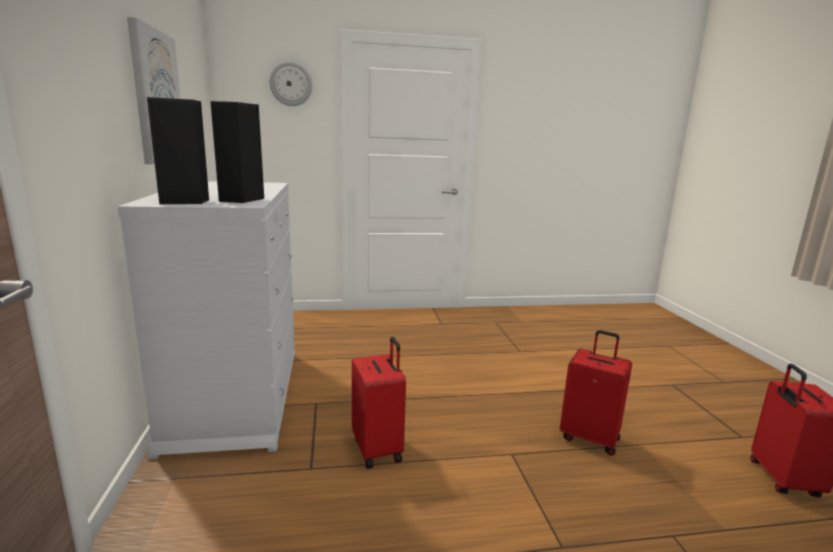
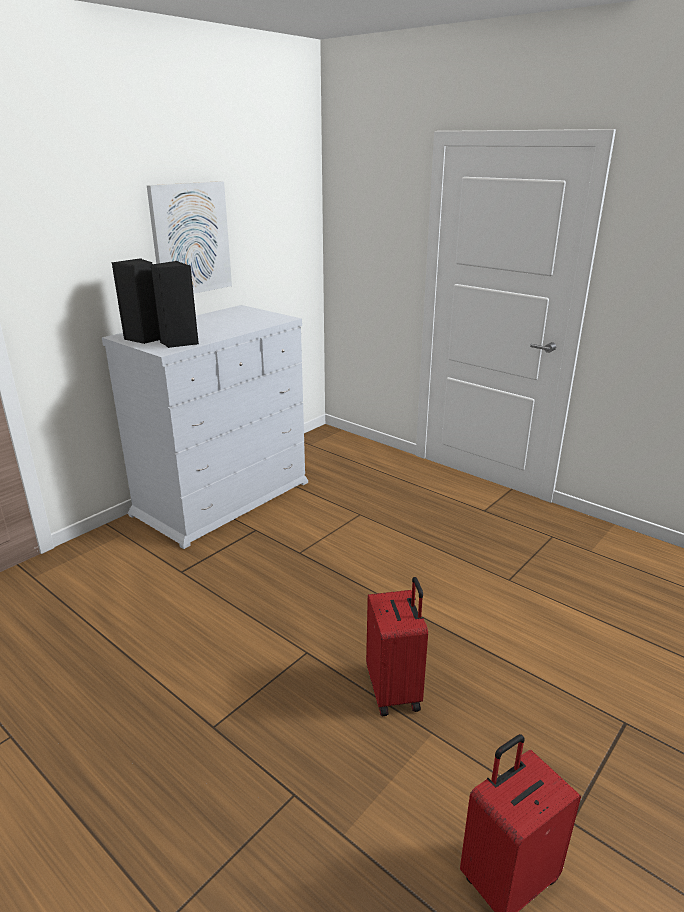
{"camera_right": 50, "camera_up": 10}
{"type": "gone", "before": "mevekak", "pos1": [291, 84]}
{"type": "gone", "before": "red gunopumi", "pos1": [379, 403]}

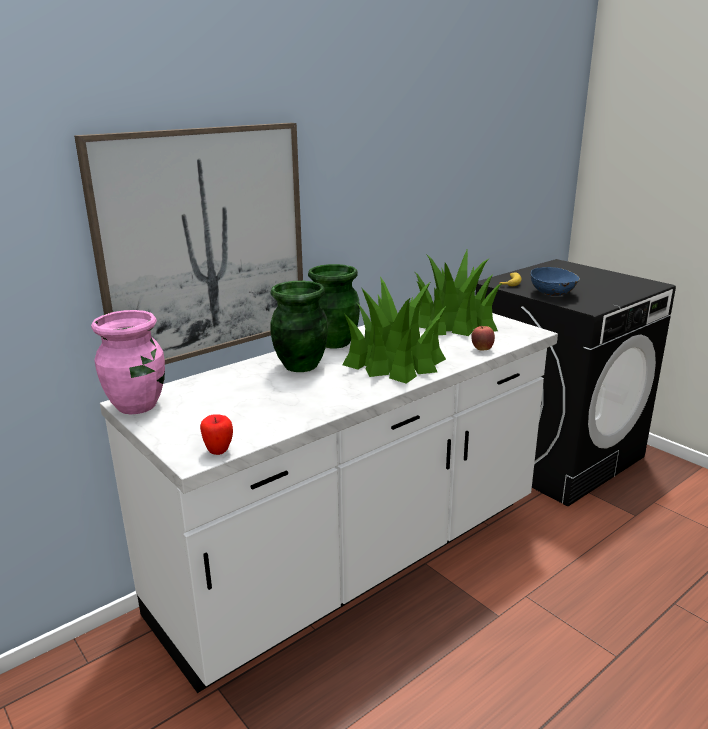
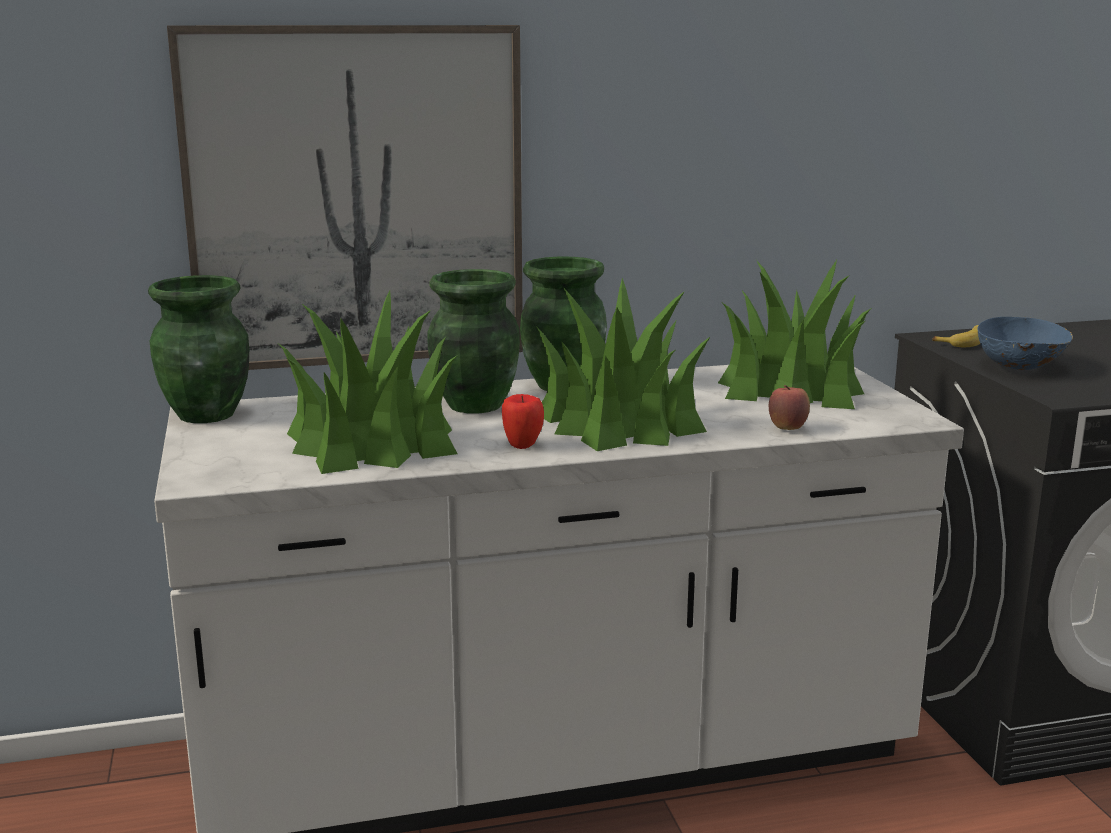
{"camera_right": 25, "camera_up": -5}
{"type": "new", "after": "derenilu", "pos2": [368, 382]}
{"type": "shifted", "before": "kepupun", "pos1": [216, 434], "pos2": [523, 421]}
{"type": "repainted", "before": "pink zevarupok", "after": "green zevarupok", "pos1": [128, 362], "pos2": [198, 349]}

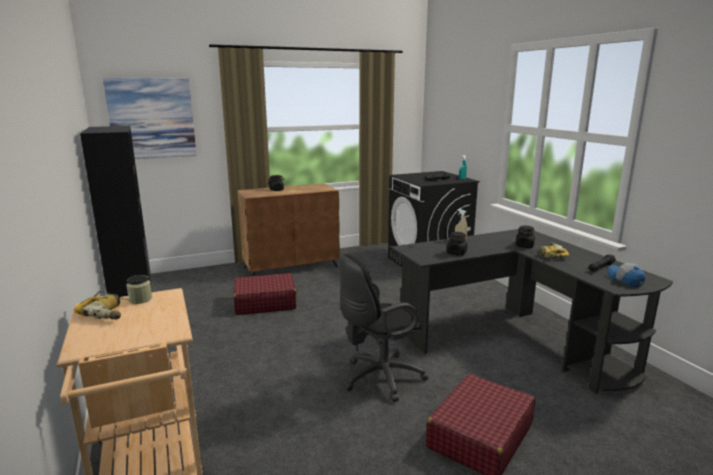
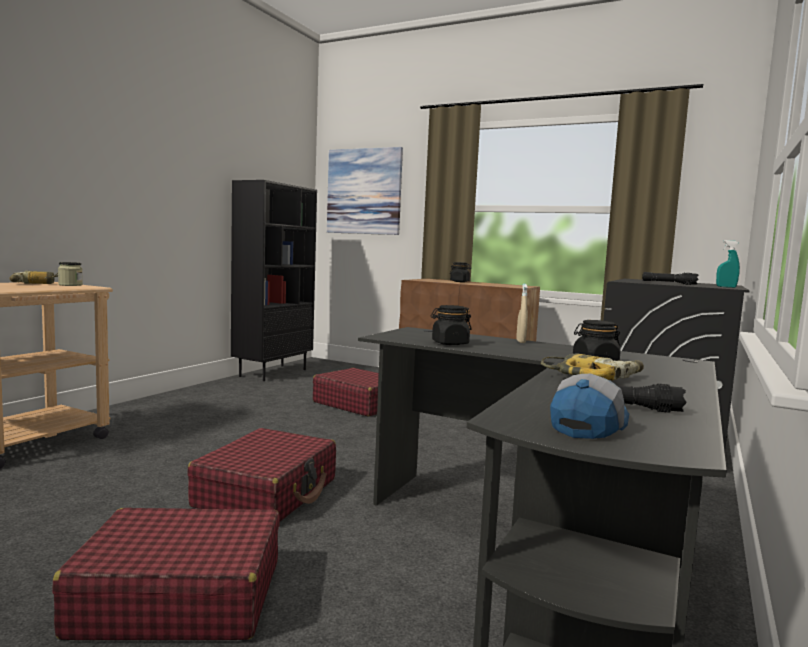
{"camera_right": 50, "camera_up": -10}
{"type": "swapped", "before": "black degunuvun", "after": "red gunopumi", "pos1": [383, 328], "pos2": [261, 474]}

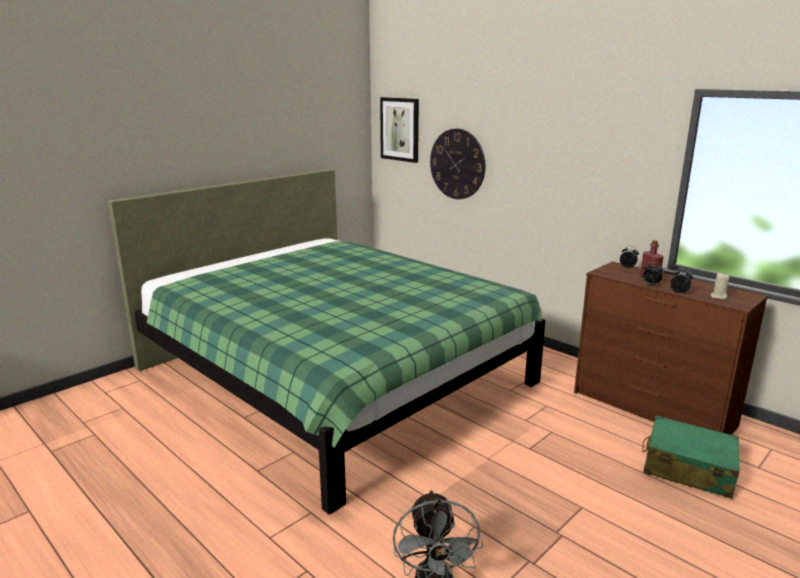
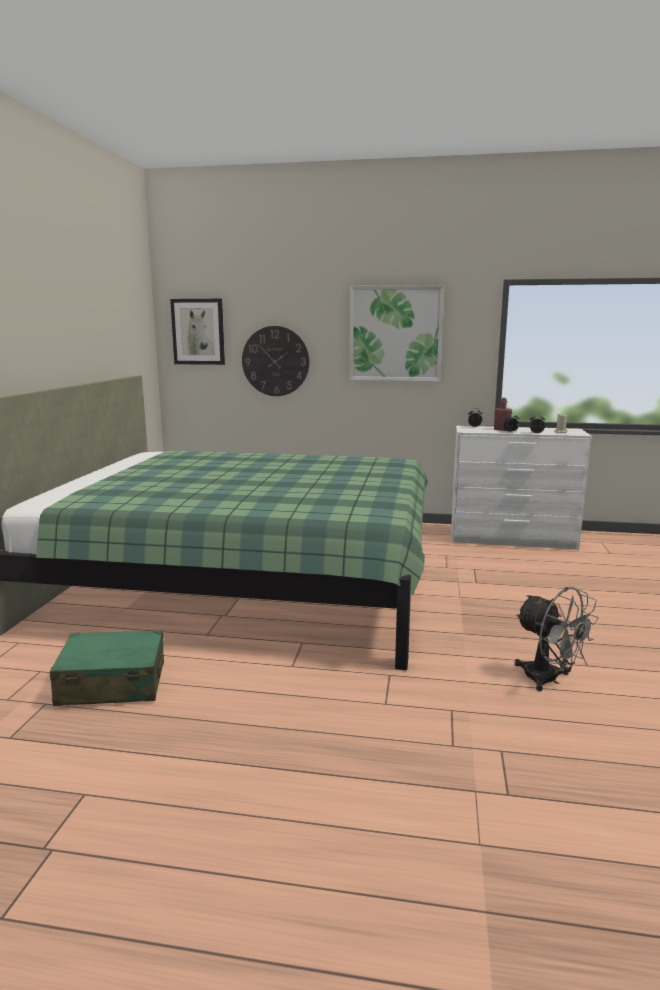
{"camera_right": -35, "camera_up": -5}
{"type": "new", "after": "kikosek", "pos2": [396, 333]}
{"type": "shifted", "before": "green gunopumi", "pos1": [691, 457], "pos2": [107, 668]}
{"type": "repainted", "before": "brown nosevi", "after": "white nosevi", "pos1": [671, 348], "pos2": [521, 488]}

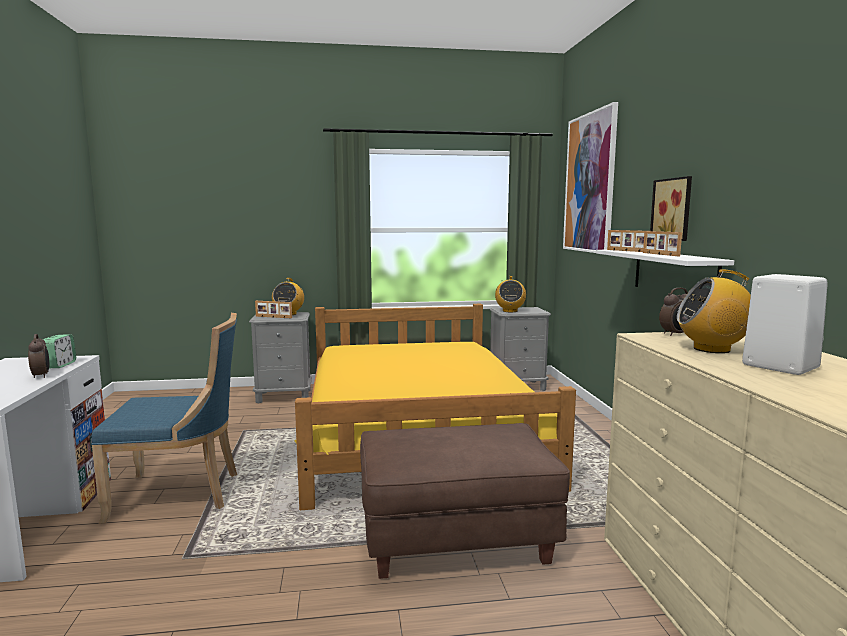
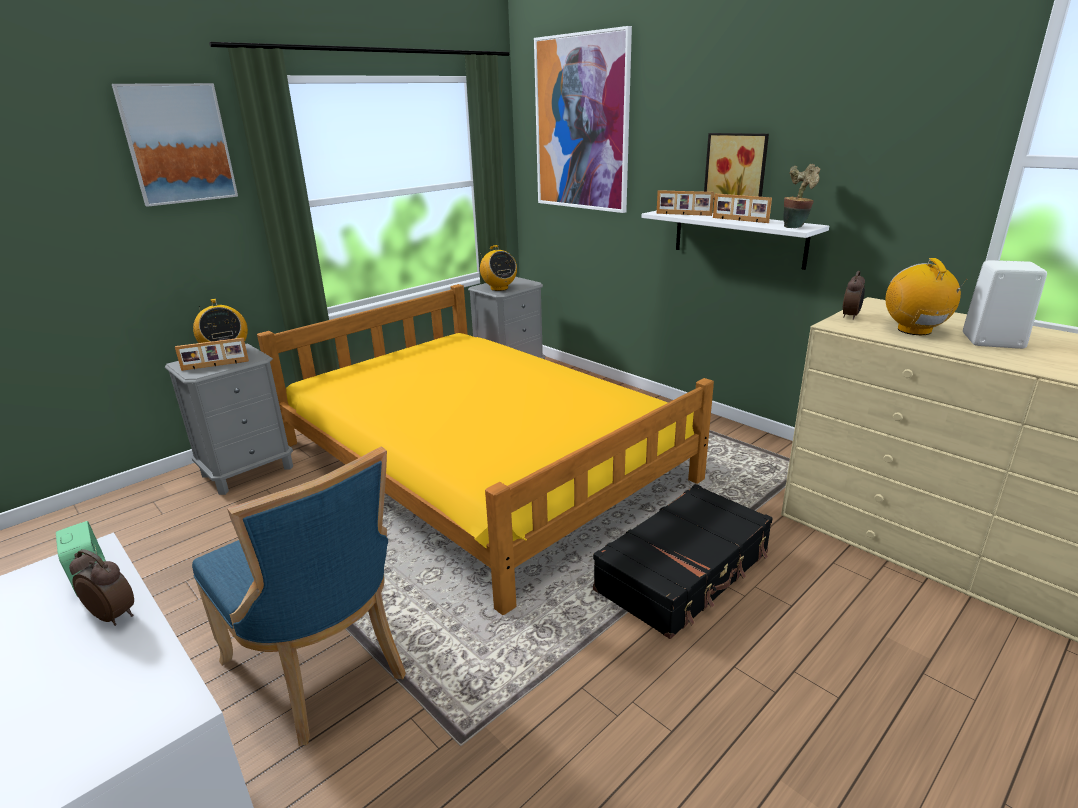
{"camera_right": -35, "camera_up": 15}
{"type": "new", "after": "kikosek", "pos2": [175, 145]}
{"type": "new", "after": "derenilu", "pos2": [801, 196]}
{"type": "swapped", "before": "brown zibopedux", "after": "black gunopumi", "pos1": [465, 501], "pos2": [683, 561]}
{"type": "rotated", "before": "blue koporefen", "pos1": [164, 418], "pos2": [299, 596], "turn": 90}
{"type": "rotated", "before": "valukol", "pos1": [714, 311], "pos2": [927, 296], "turn": 120}

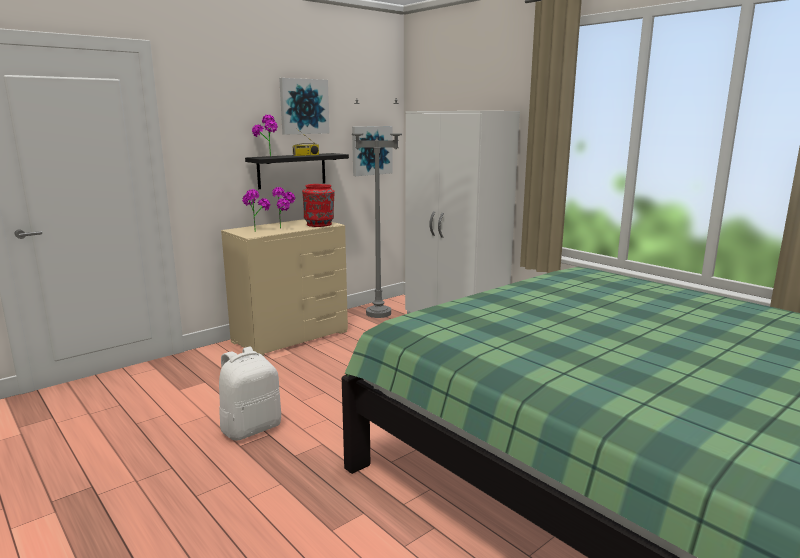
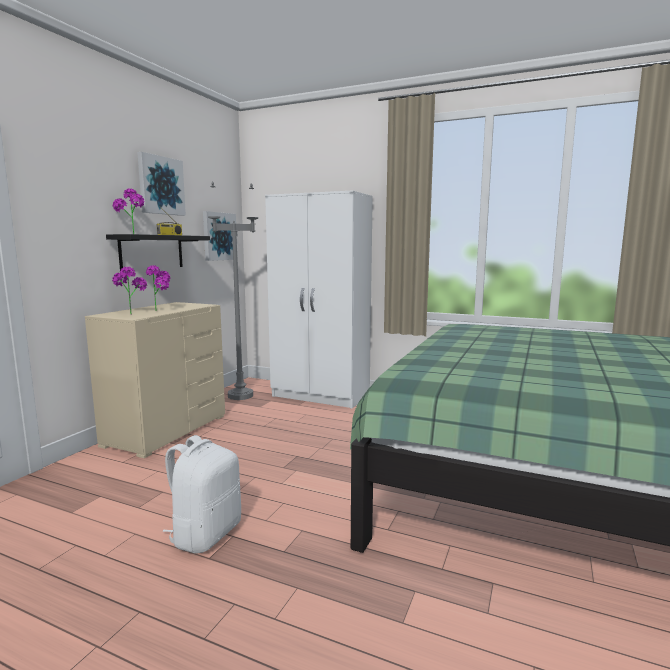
{"camera_right": -25, "camera_up": -5}
{"type": "gone", "before": "red zevarupok", "pos1": [318, 205]}

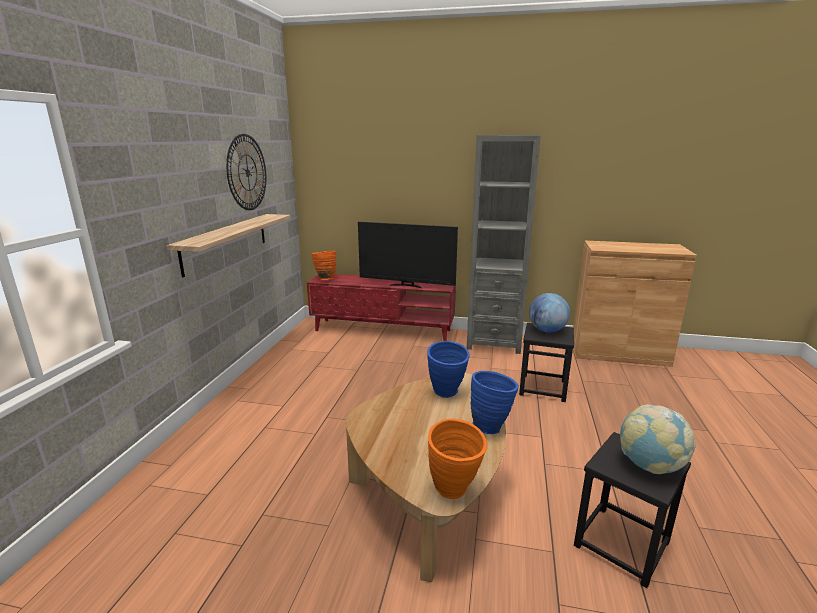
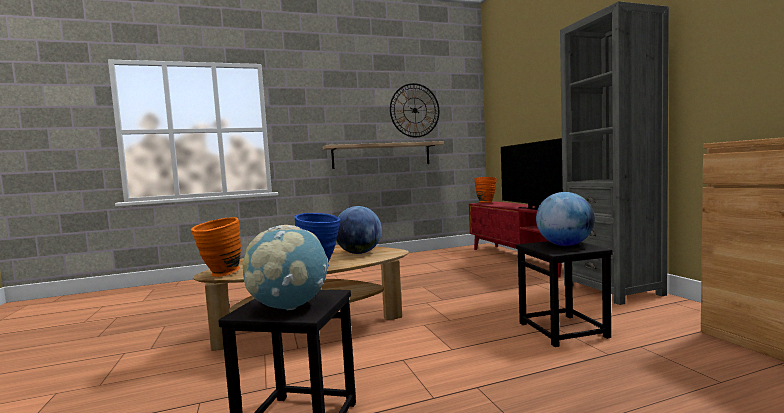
{"camera_right": 60, "camera_up": -15}
{"type": "swapped", "before": "blue zevarupok", "after": "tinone", "pos1": [448, 369], "pos2": [359, 230]}

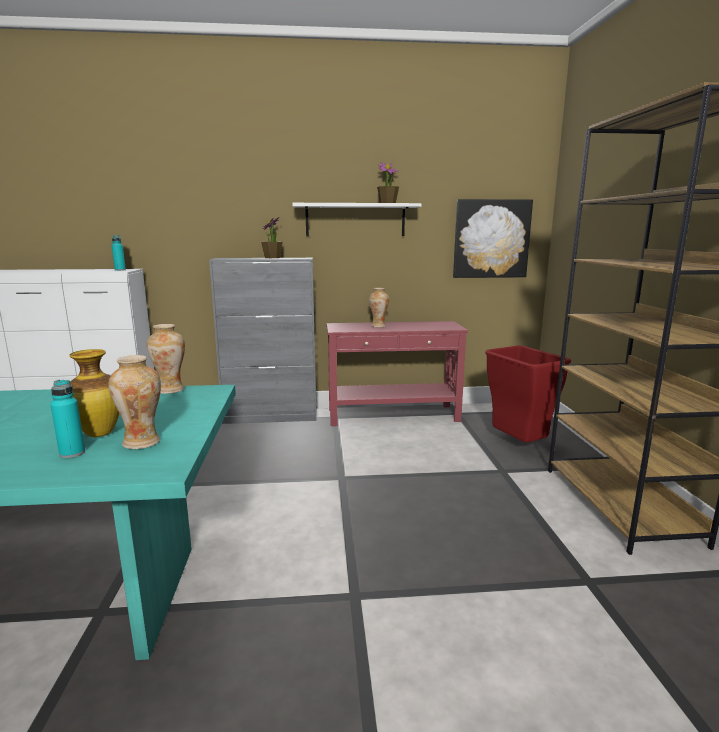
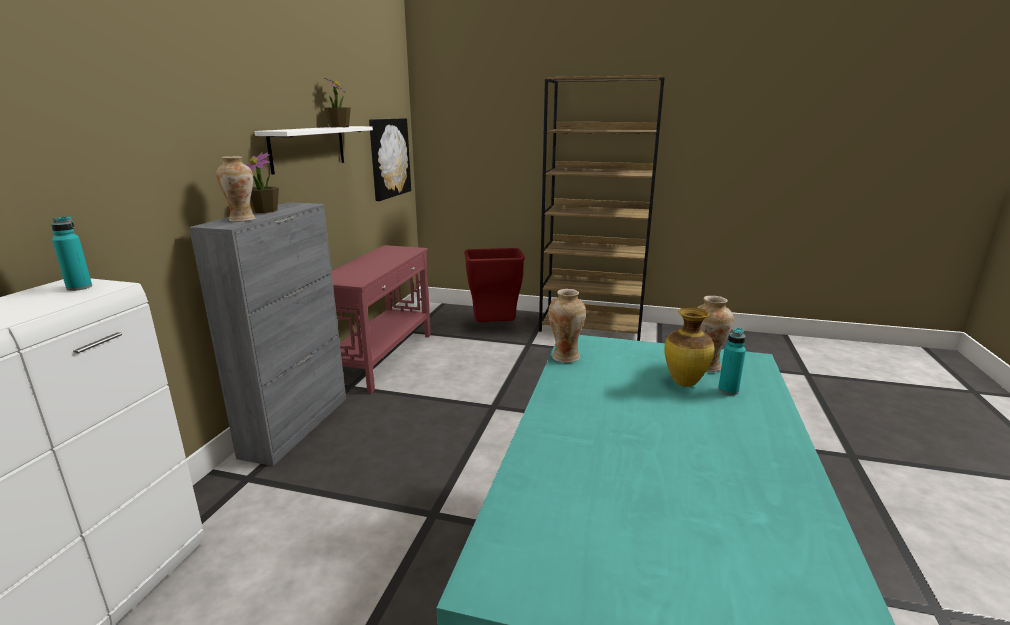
{"camera_right": -70, "camera_up": 5}
{"type": "shifted", "before": "zevarupok", "pos1": [379, 308], "pos2": [235, 189]}

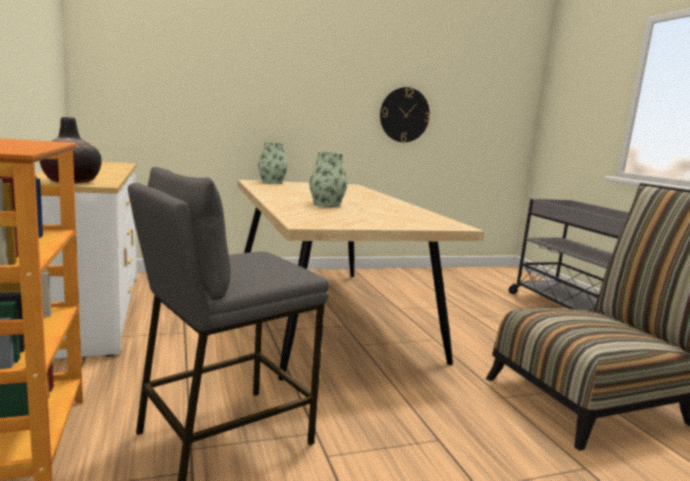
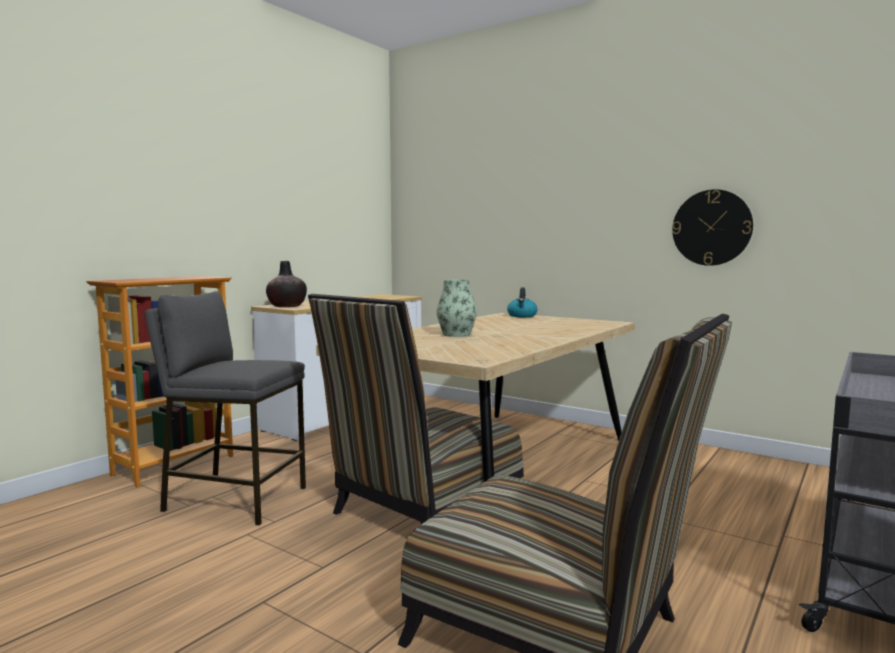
{"camera_right": 55, "camera_up": -5}
{"type": "new", "after": "koporefen", "pos2": [416, 409]}
{"type": "swapped", "before": "zevarupok", "after": "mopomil", "pos1": [273, 162], "pos2": [522, 302]}

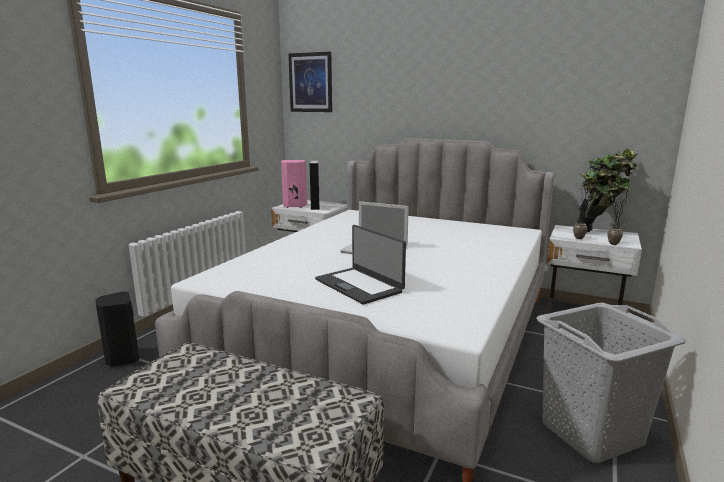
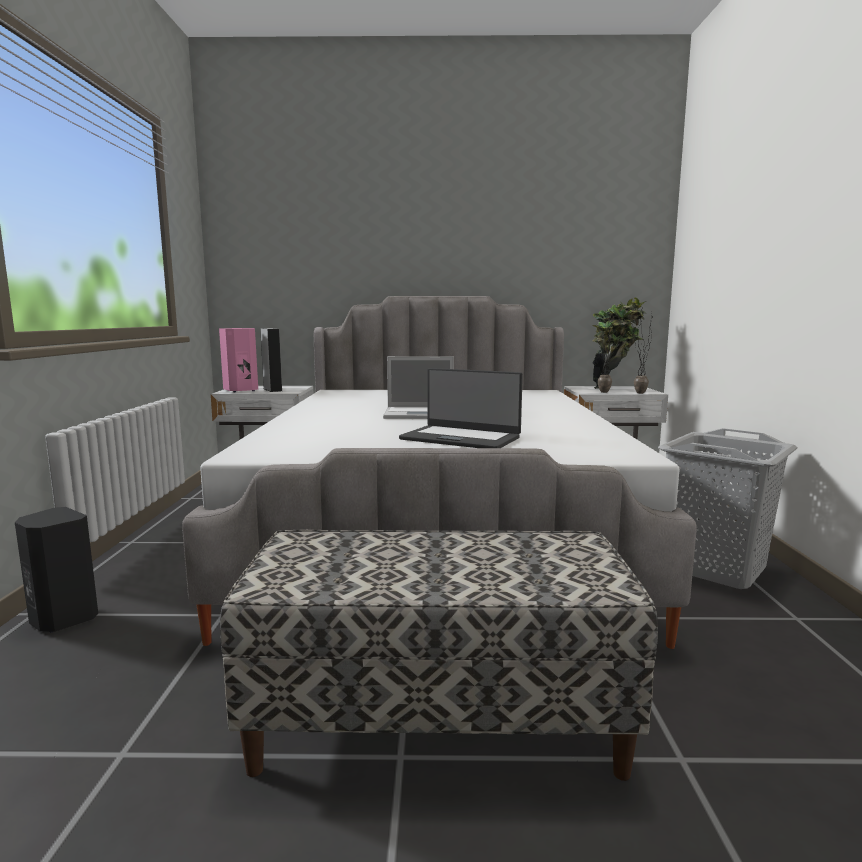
{"camera_right": -25, "camera_up": -5}
{"type": "gone", "before": "kikosek", "pos1": [310, 82]}

